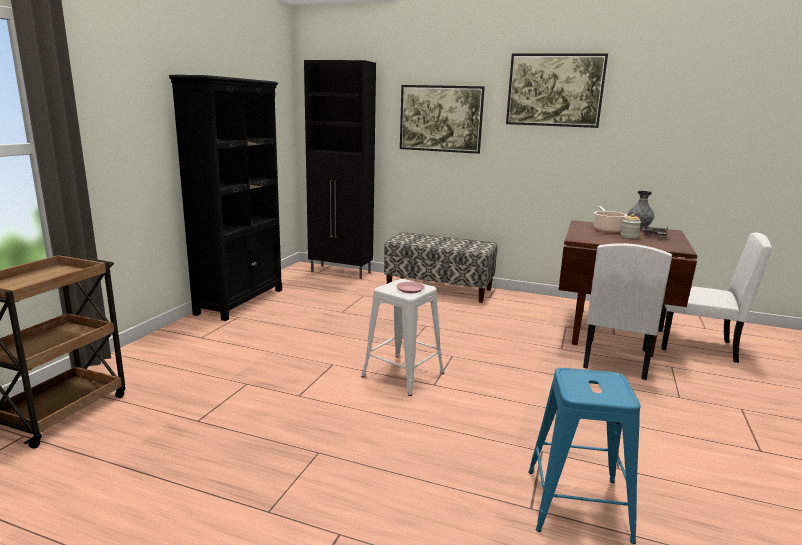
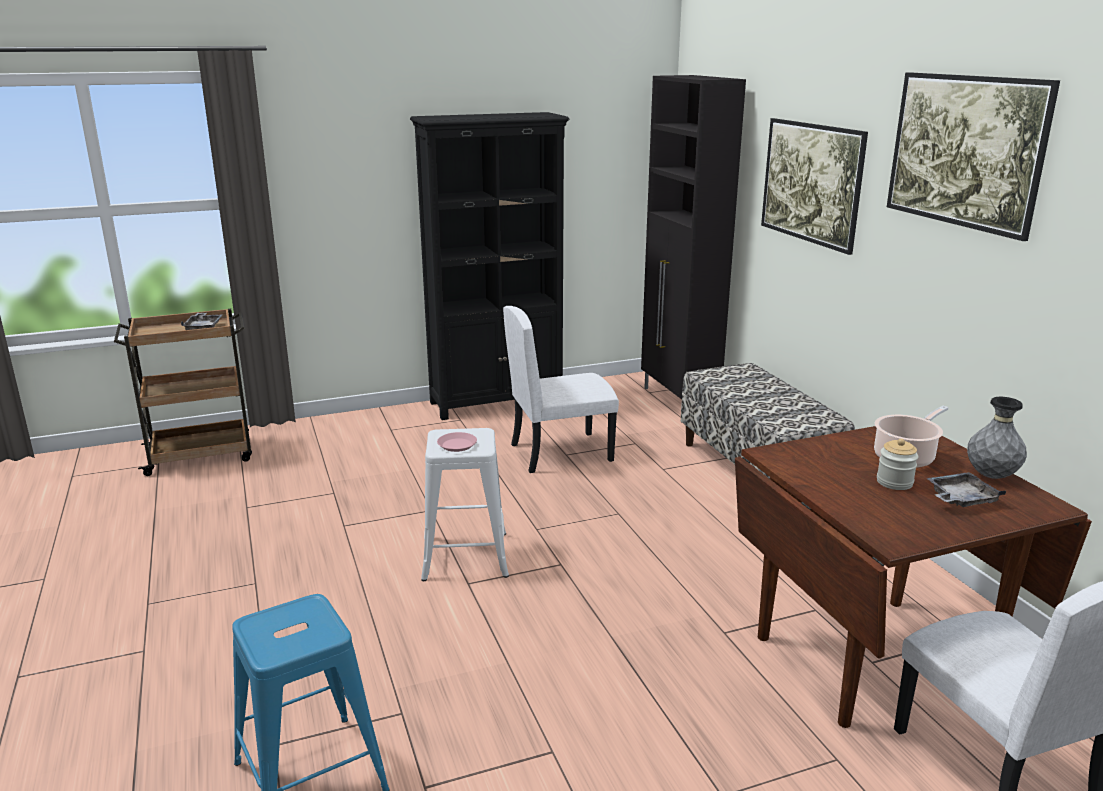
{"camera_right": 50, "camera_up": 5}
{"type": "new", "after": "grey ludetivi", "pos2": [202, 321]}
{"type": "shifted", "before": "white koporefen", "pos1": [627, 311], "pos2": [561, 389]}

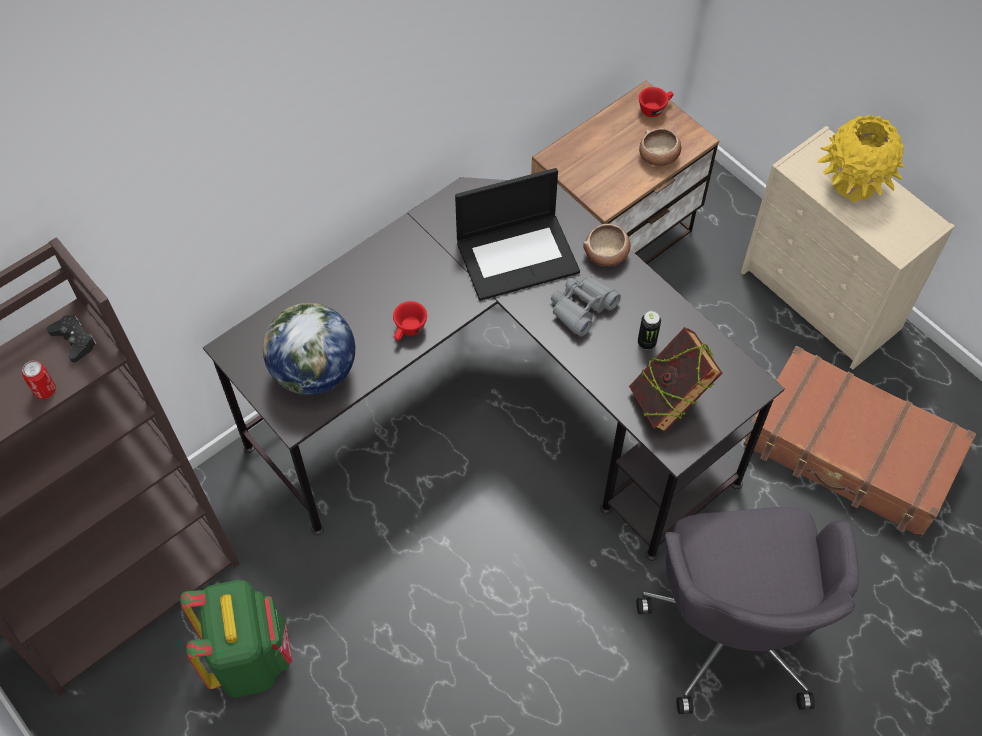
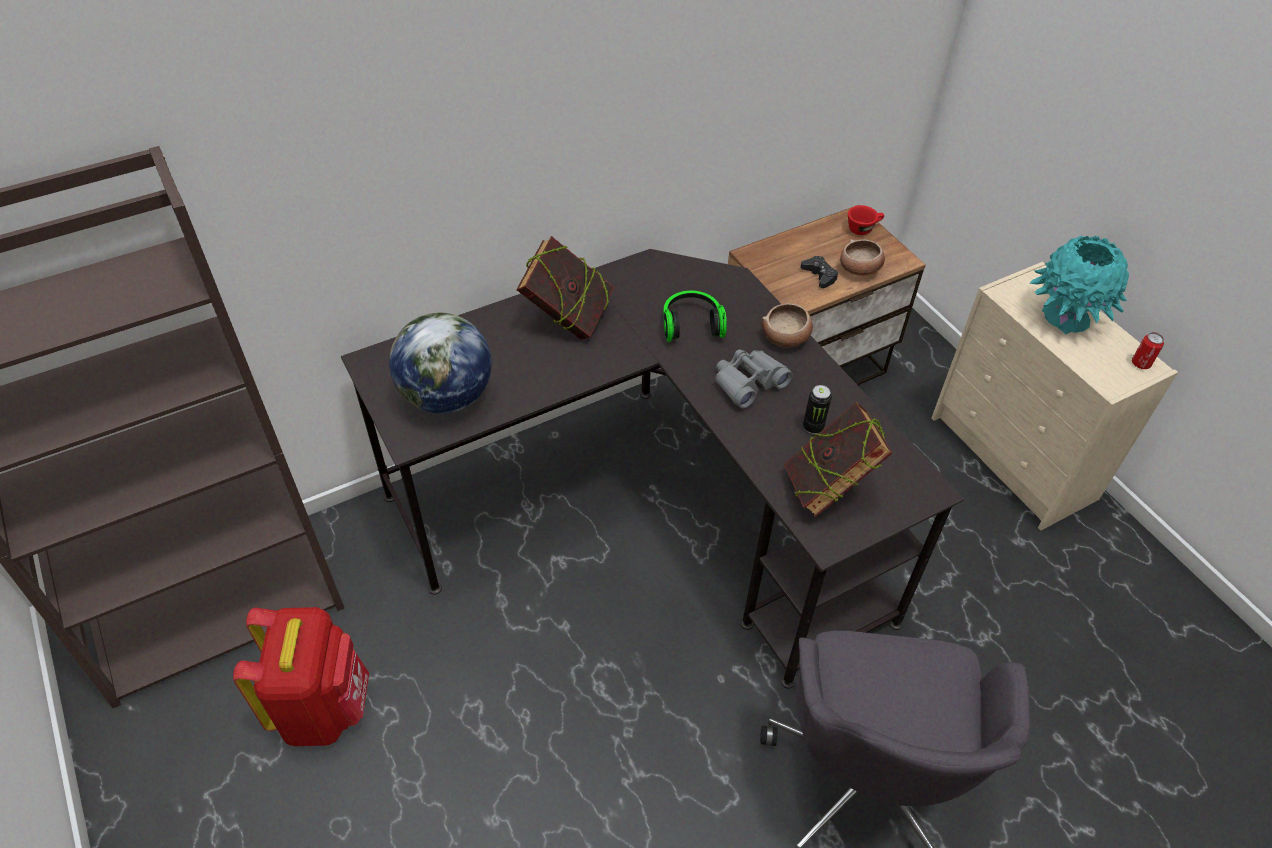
{"camera_right": 10, "camera_up": -10}
{"type": "gone", "before": "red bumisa", "pos1": [410, 321]}
{"type": "gone", "before": "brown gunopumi", "pos1": [859, 441]}
{"type": "new", "after": "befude", "pos2": [565, 288]}
{"type": "shifted", "before": "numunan", "pos1": [39, 379], "pos2": [1148, 350]}
{"type": "shifted", "before": "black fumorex", "pos1": [72, 339], "pos2": [819, 272]}
{"type": "swapped", "before": "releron", "after": "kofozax", "pos1": [517, 234], "pos2": [695, 316]}
{"type": "repainted", "before": "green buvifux", "after": "red buvifux", "pos1": [236, 638], "pos2": [301, 676]}
{"type": "repainted", "before": "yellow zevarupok", "after": "turquoise zevarupok", "pos1": [861, 158], "pos2": [1079, 285]}

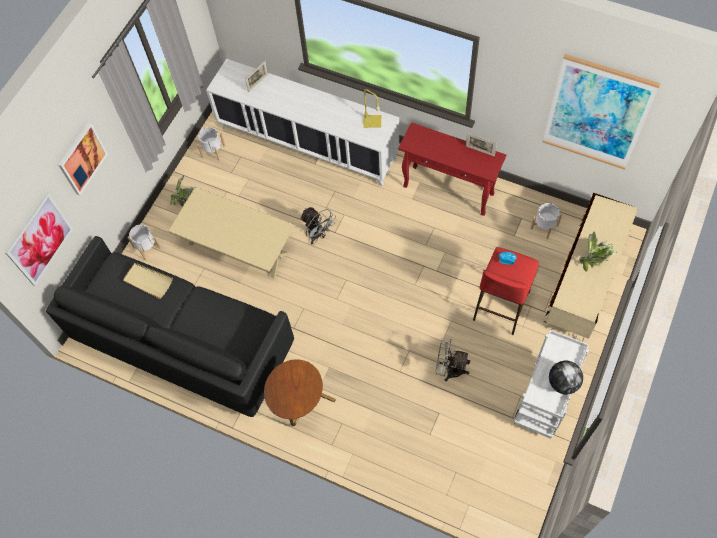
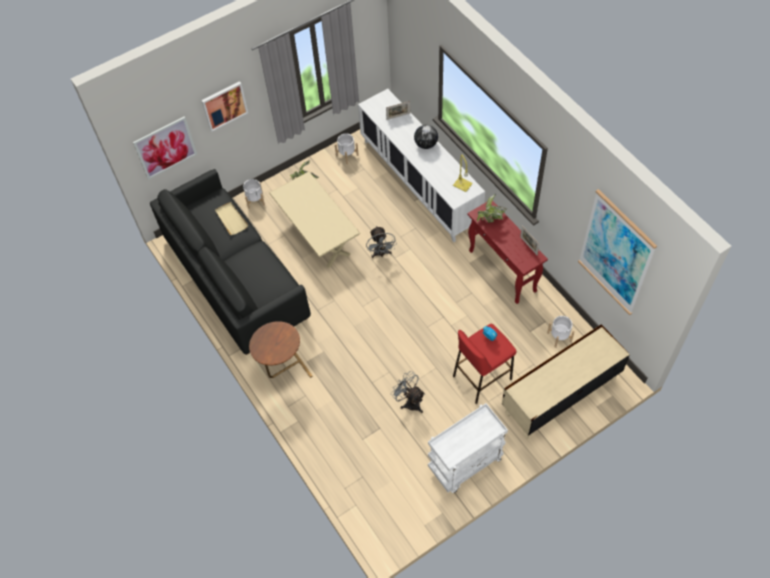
{"camera_right": 30, "camera_up": -5}
{"type": "shifted", "before": "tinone", "pos1": [566, 377], "pos2": [426, 137]}
{"type": "shifted", "before": "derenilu", "pos1": [598, 252], "pos2": [492, 208]}

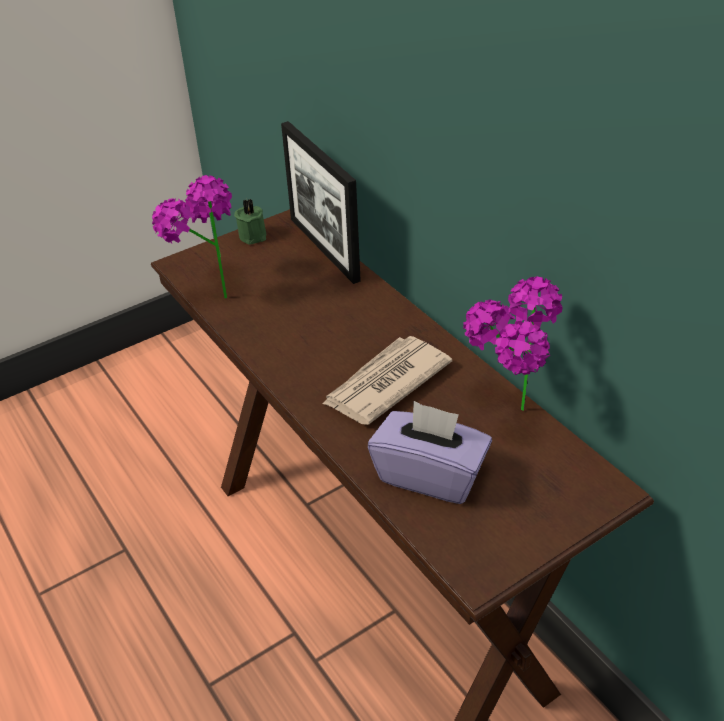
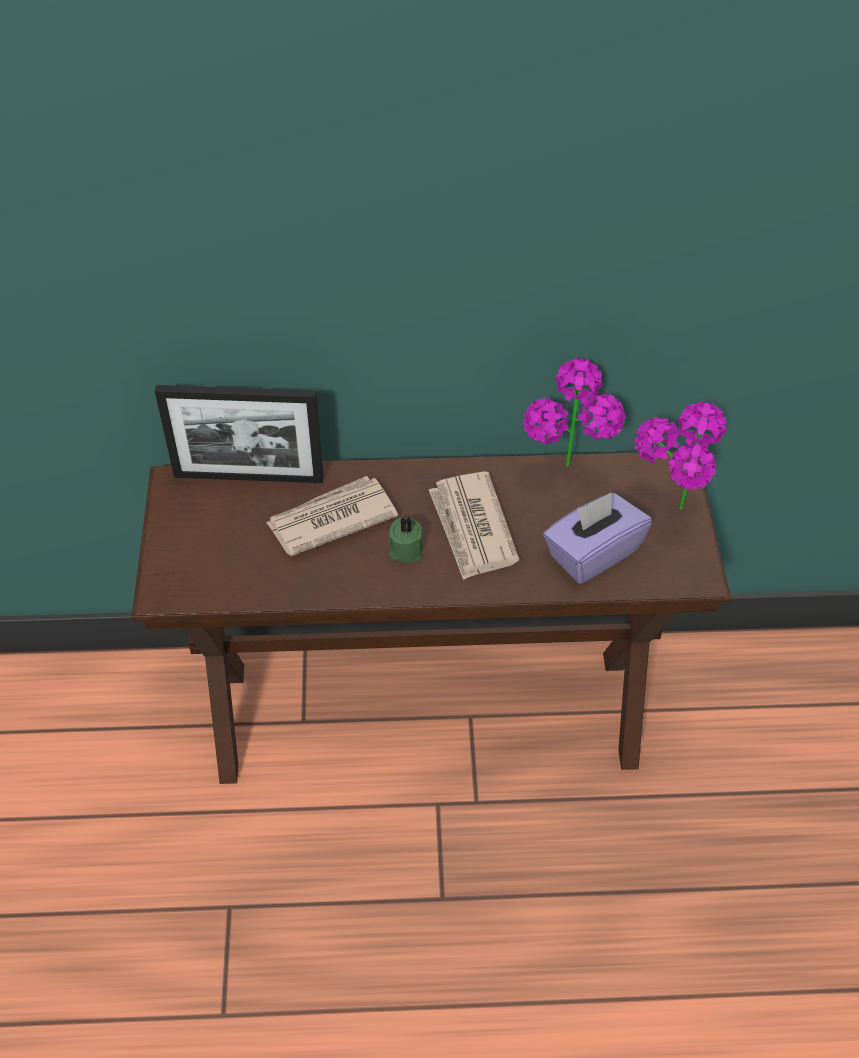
{"camera_right": -60, "camera_up": 10}
{"type": "new", "after": "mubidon", "pos2": [332, 516]}
{"type": "shifted", "before": "derenilu", "pos1": [192, 237], "pos2": [680, 455]}
{"type": "shifted", "before": "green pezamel", "pos1": [250, 222], "pos2": [406, 539]}

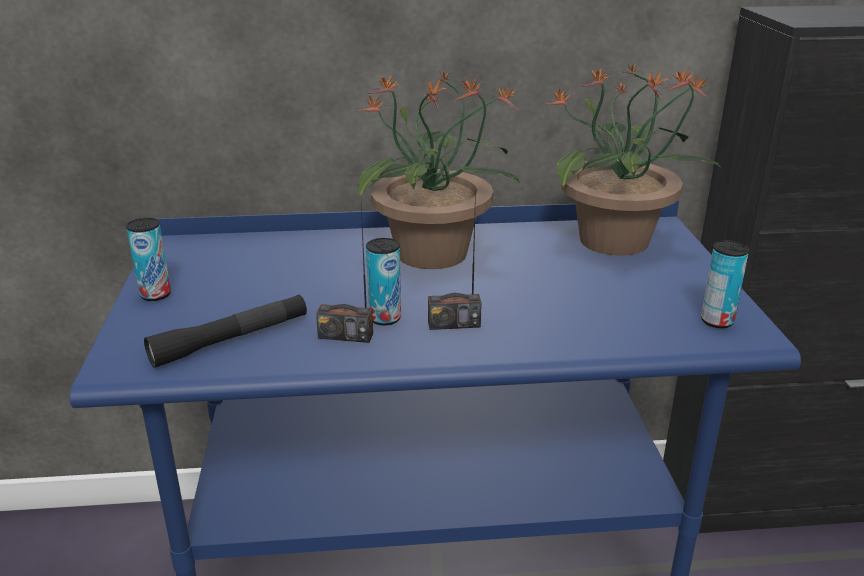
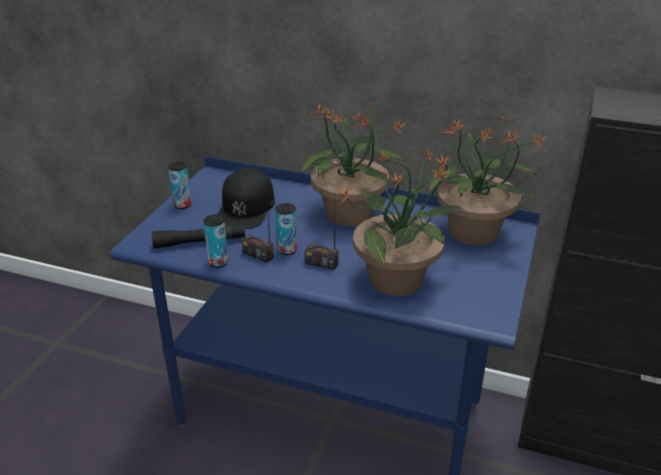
{"camera_right": 25, "camera_up": 5}
{"type": "new", "after": "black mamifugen", "pos2": [246, 198]}
{"type": "new", "after": "derenilu", "pos2": [400, 222]}
{"type": "shifted", "before": "numunan", "pos1": [725, 284], "pos2": [216, 241]}

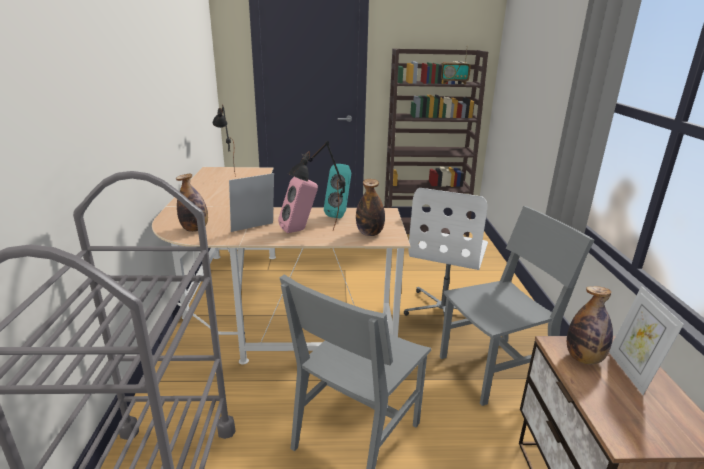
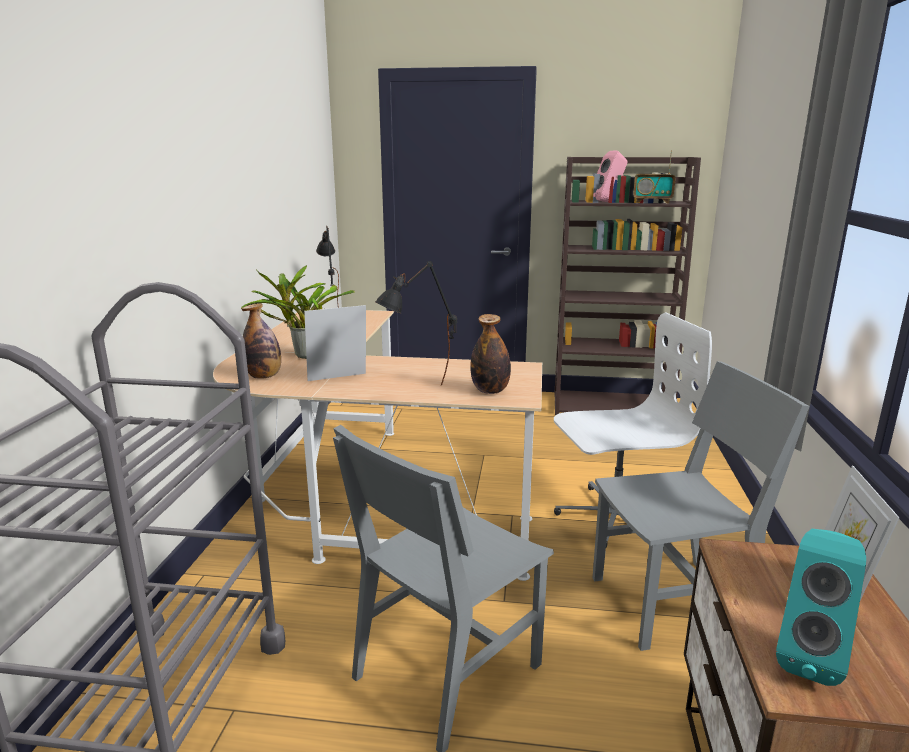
{"camera_right": 10, "camera_up": -5}
{"type": "gone", "before": "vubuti", "pos1": [590, 325]}
{"type": "new", "after": "derenilu", "pos2": [298, 312]}
{"type": "shifted", "before": "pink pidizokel", "pos1": [298, 205], "pos2": [610, 176]}
{"type": "shifted", "before": "turquoise pidizokel", "pos1": [337, 191], "pos2": [821, 607]}
{"type": "rotated", "before": "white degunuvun", "pos1": [446, 259], "pos2": [633, 430], "turn": -135}

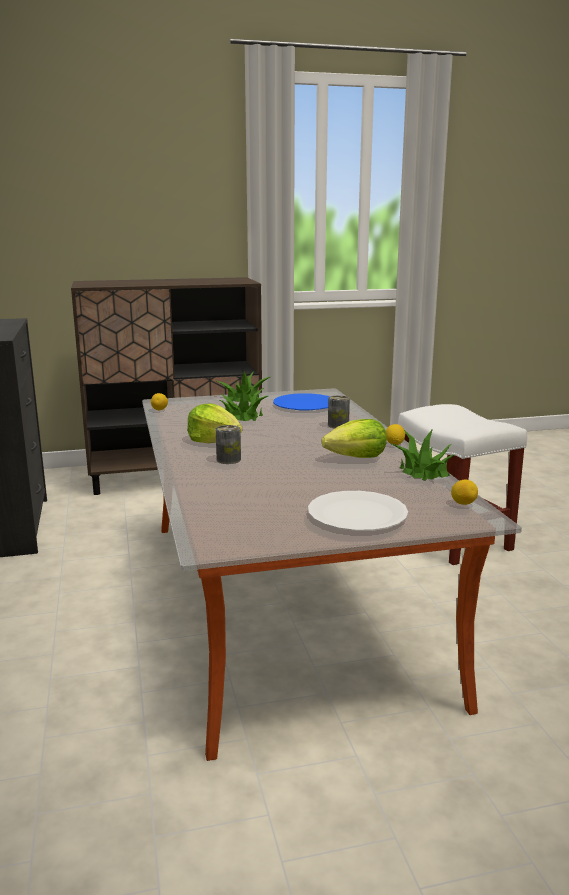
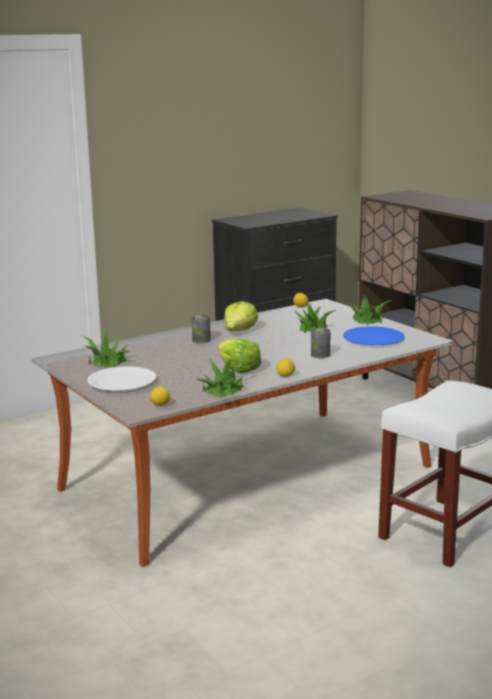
{"camera_right": 70, "camera_up": 0}
{"type": "new", "after": "derenilu", "pos2": [105, 348]}

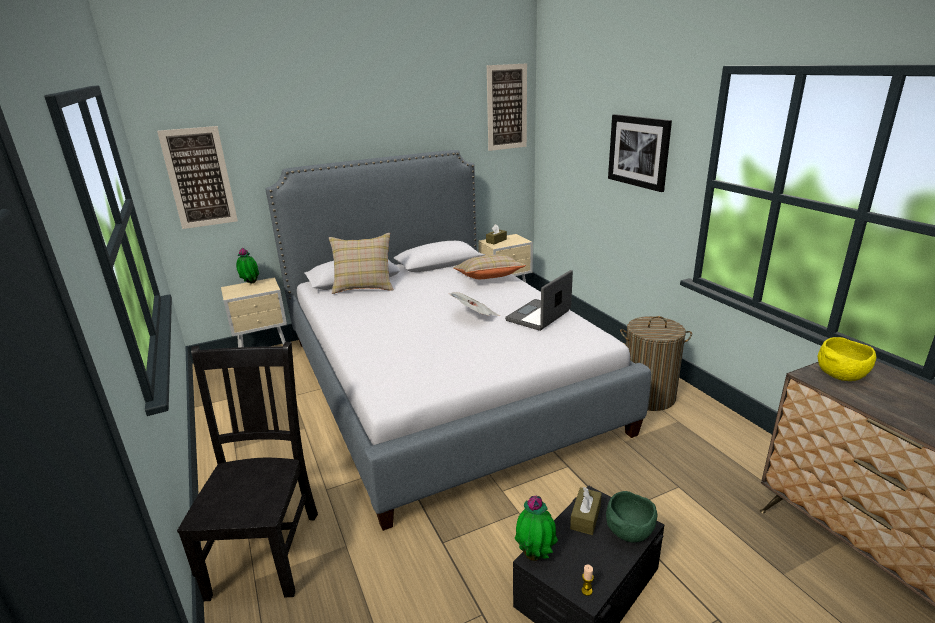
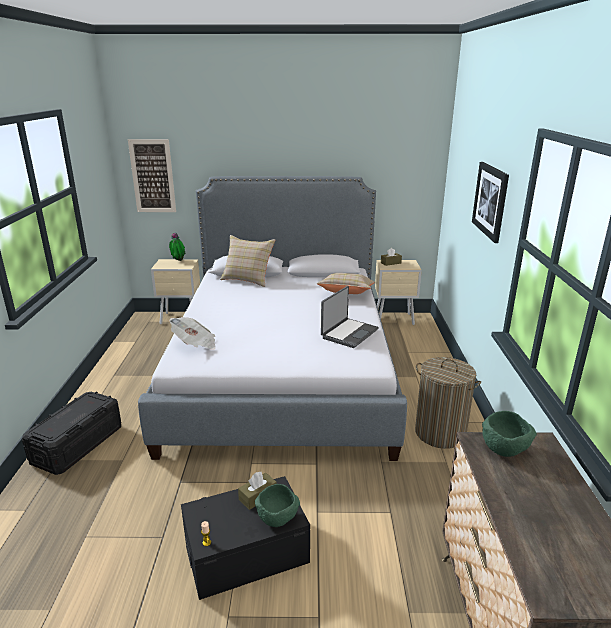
{"camera_right": 25, "camera_up": 0}
{"type": "gone", "before": "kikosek", "pos1": [507, 107]}
{"type": "gone", "before": "derenilu", "pos1": [536, 528]}
{"type": "shifted", "before": "mubidon", "pos1": [474, 304], "pos2": [192, 333]}
{"type": "swapped", "before": "black koporefen", "after": "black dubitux", "pos1": [247, 471], "pos2": [71, 433]}
{"type": "repainted", "before": "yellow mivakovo", "after": "green mivakovo", "pos1": [847, 359], "pos2": [509, 434]}
{"type": "rotated", "before": "releron", "pos1": [539, 300], "pos2": [349, 317], "turn": 150}

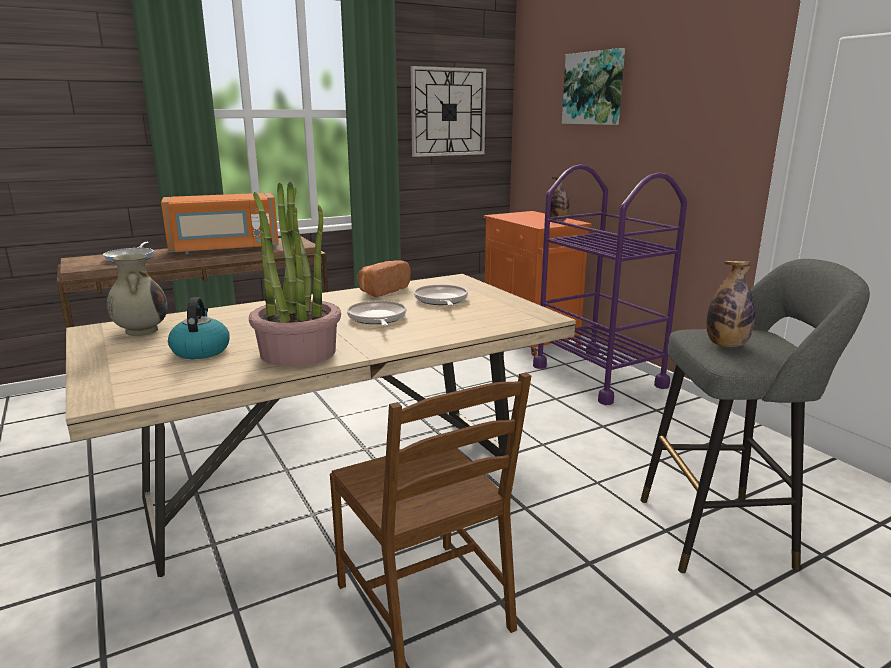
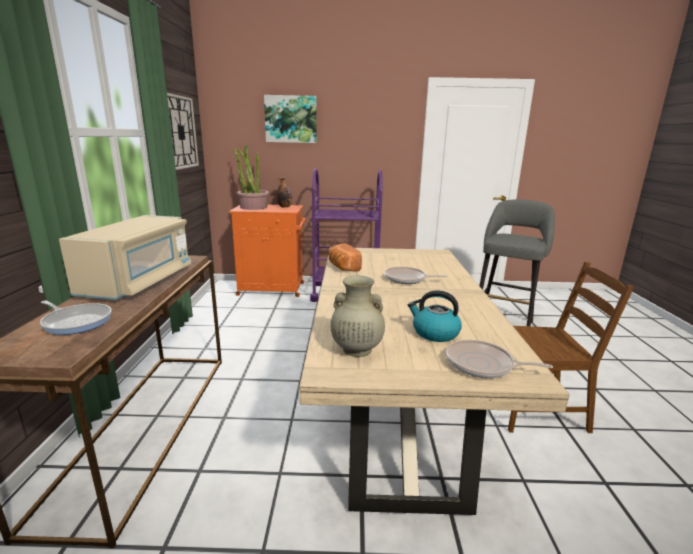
{"camera_right": -60, "camera_up": 0}
{"type": "gone", "before": "vubuti", "pos1": [731, 304]}
{"type": "shifted", "before": "derenilu", "pos1": [295, 274], "pos2": [251, 177]}
{"type": "shifted", "before": "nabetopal", "pos1": [441, 295], "pos2": [499, 359]}
{"type": "repainted", "before": "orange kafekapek", "after": "beige kafekapek", "pos1": [220, 224], "pos2": [125, 257]}

